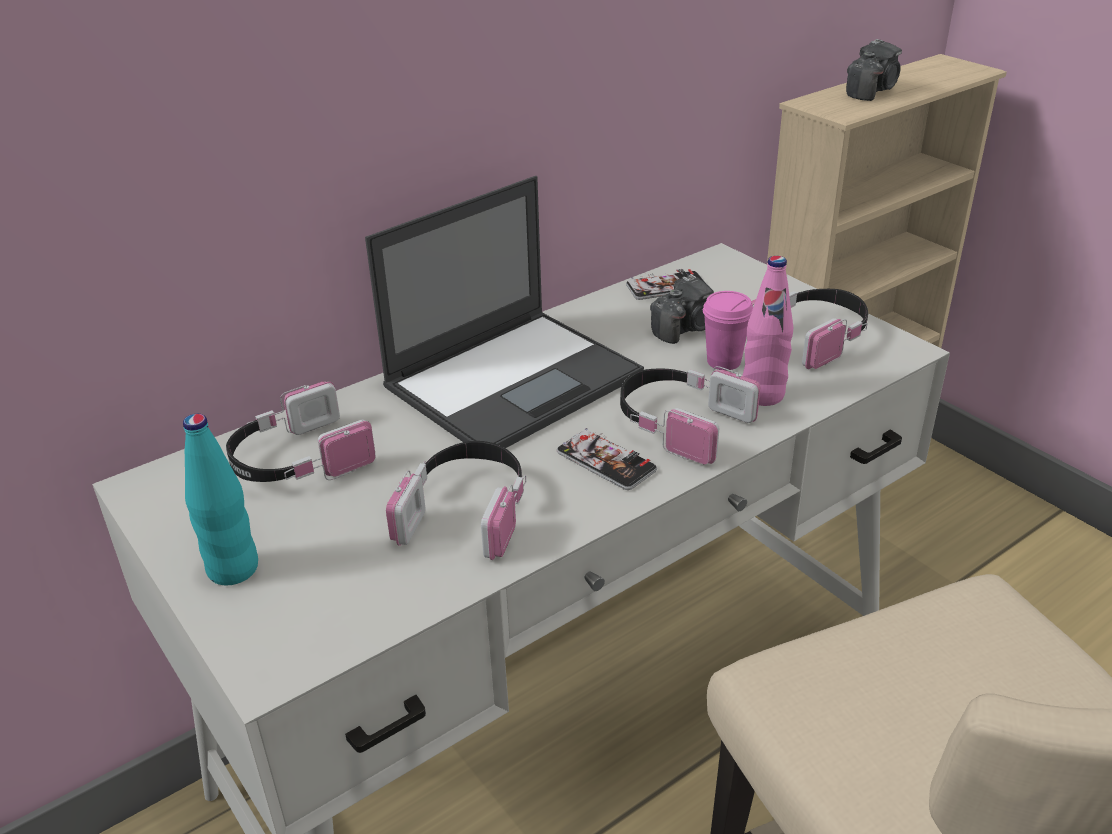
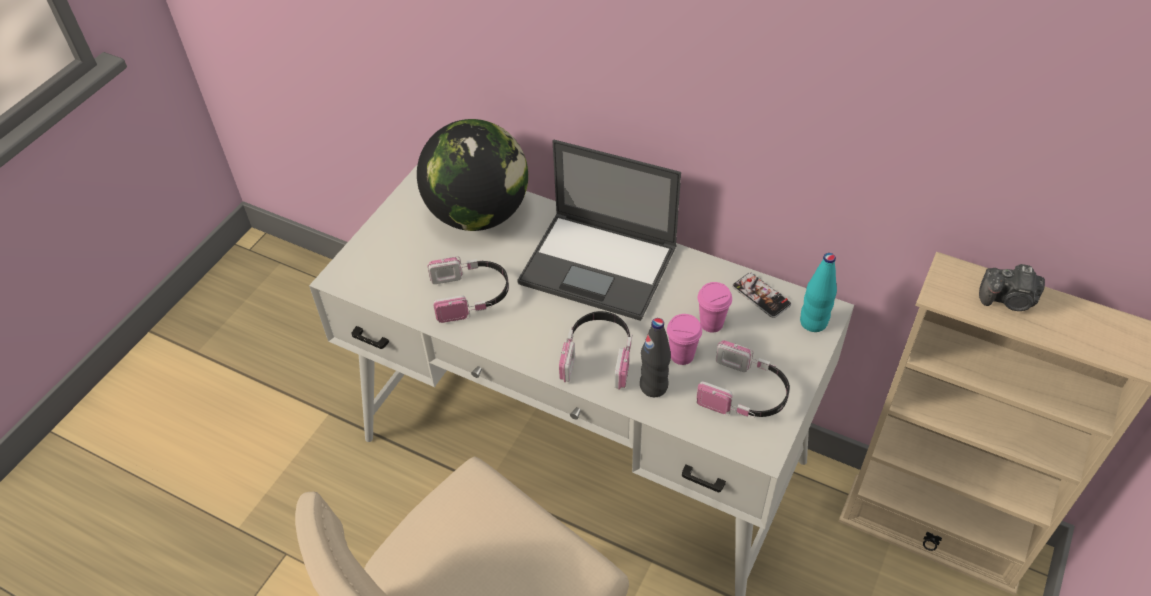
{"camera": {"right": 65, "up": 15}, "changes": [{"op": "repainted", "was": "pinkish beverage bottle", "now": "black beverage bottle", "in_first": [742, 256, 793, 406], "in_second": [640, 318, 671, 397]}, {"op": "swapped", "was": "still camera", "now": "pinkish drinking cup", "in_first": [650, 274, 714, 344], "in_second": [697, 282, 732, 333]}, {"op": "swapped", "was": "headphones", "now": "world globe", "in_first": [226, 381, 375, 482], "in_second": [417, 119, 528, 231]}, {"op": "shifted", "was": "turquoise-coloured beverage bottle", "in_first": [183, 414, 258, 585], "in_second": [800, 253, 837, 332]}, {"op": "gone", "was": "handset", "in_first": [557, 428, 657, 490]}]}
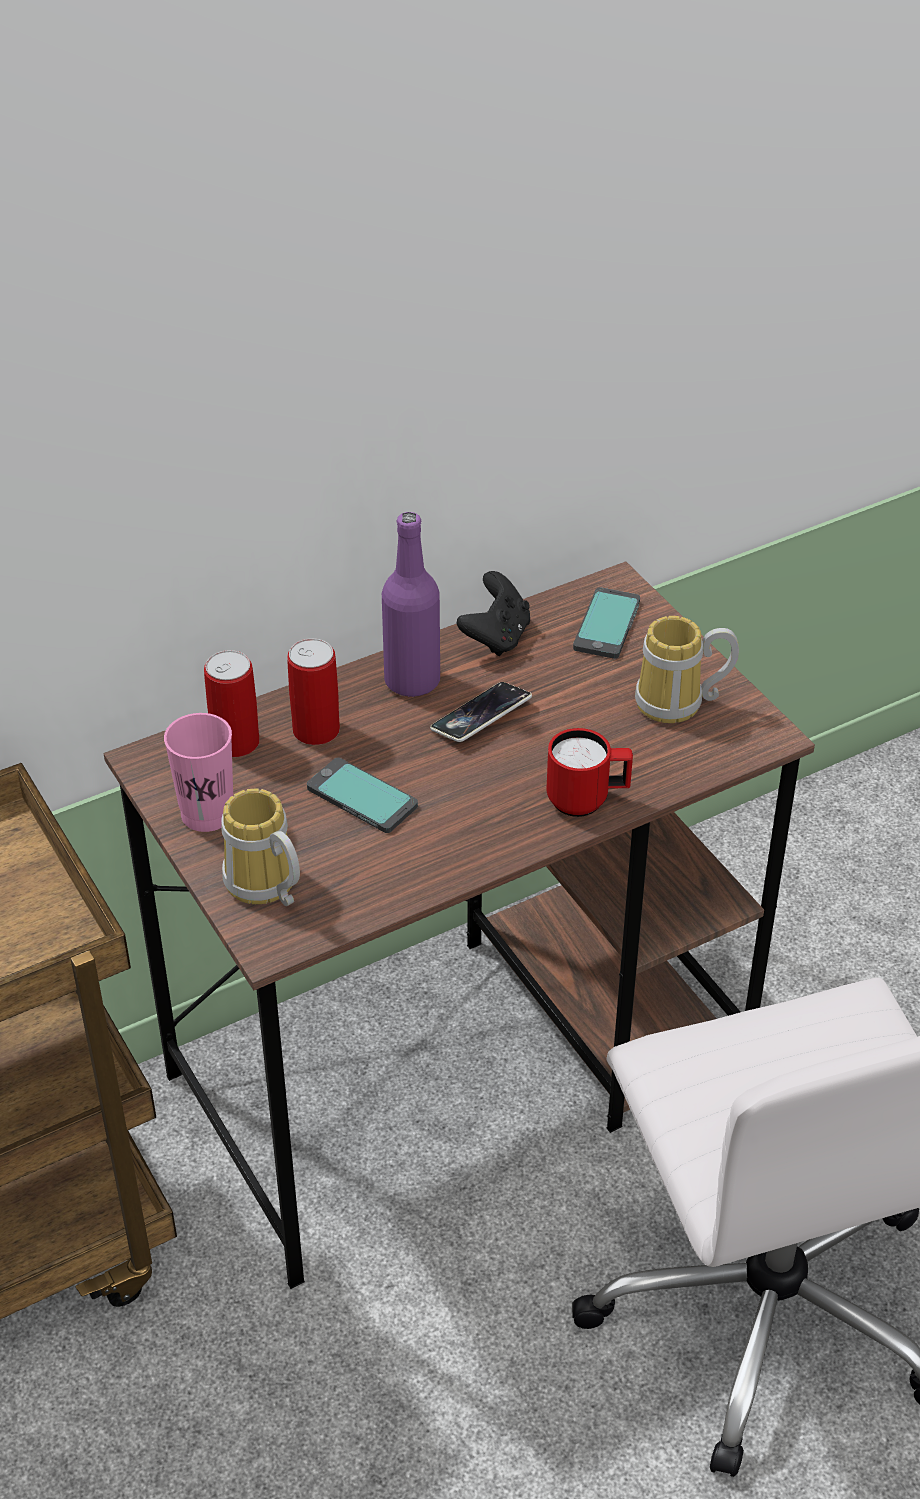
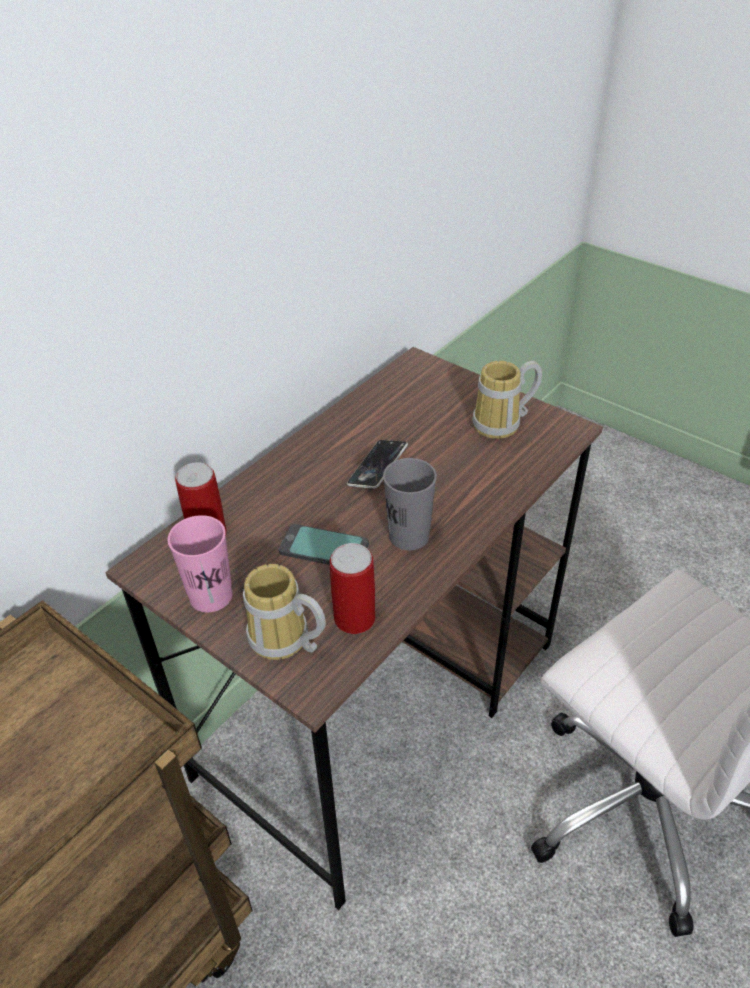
{"camera": {"right": -20, "up": 0}, "changes": [{"op": "gone", "was": "purplish beverage bottle", "in_first": [382, 512, 440, 697]}, {"op": "gone", "was": "black gamepad", "in_first": [457, 571, 530, 656]}, {"op": "gone", "was": "handset", "in_first": [573, 587, 640, 659]}, {"op": "shifted", "was": "can", "in_first": [287, 638, 340, 745], "in_second": [330, 543, 375, 634]}, {"op": "gone", "was": "reddish tea mug", "in_first": [546, 728, 633, 817]}, {"op": "new", "now": "gray drinking cup", "in_second": [383, 458, 437, 550]}]}
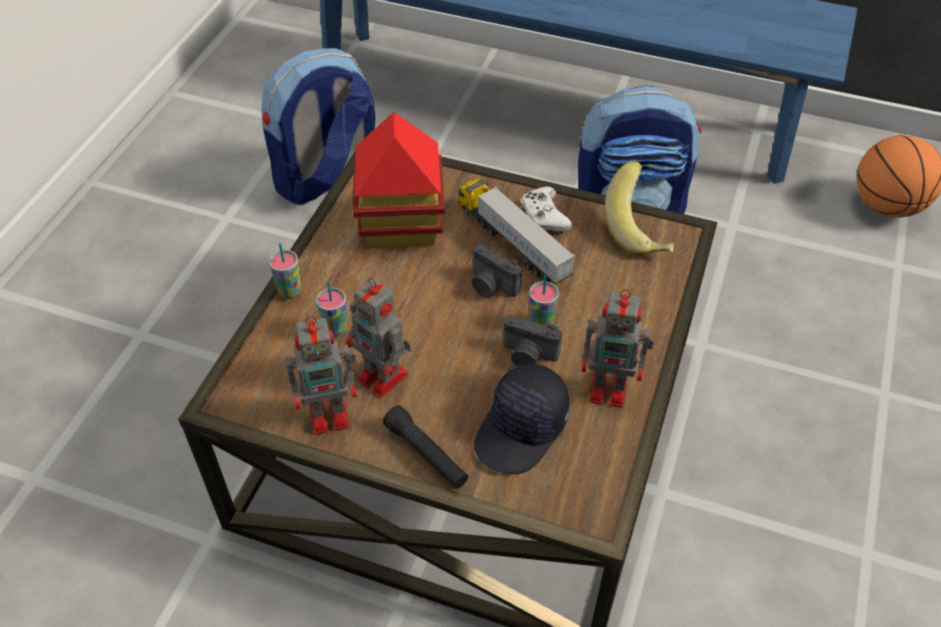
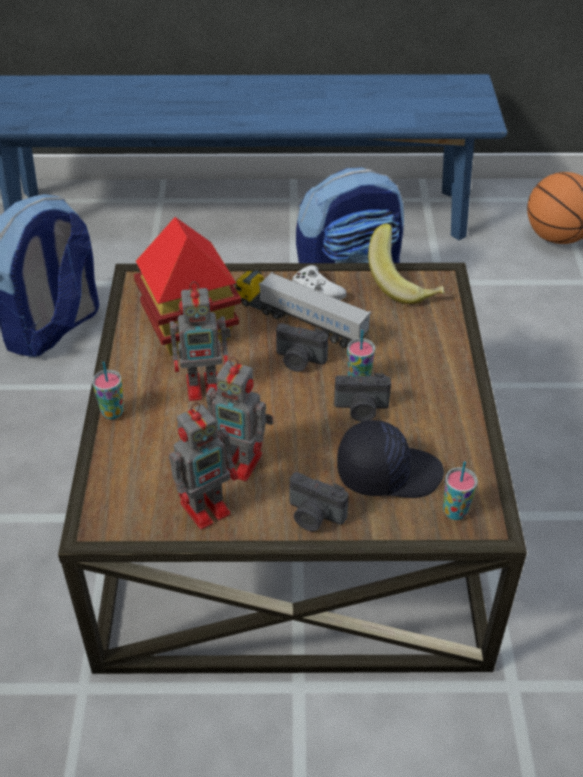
{"camera": {"right": -20, "up": -5}, "changes": [{"op": "shifted", "was": "drinking cup", "in_first": [316, 282, 348, 337], "in_second": [443, 461, 478, 520]}, {"op": "shifted", "was": "robot figure", "in_first": [581, 290, 654, 408], "in_second": [169, 281, 231, 401]}, {"op": "rotated", "was": "black peaked cap", "in_first": [474, 363, 569, 474], "in_second": [337, 420, 444, 498], "clockwise": -105}, {"op": "swapped", "was": "black hand torch", "now": "still camera", "in_first": [383, 405, 468, 489], "in_second": [290, 472, 348, 532]}]}
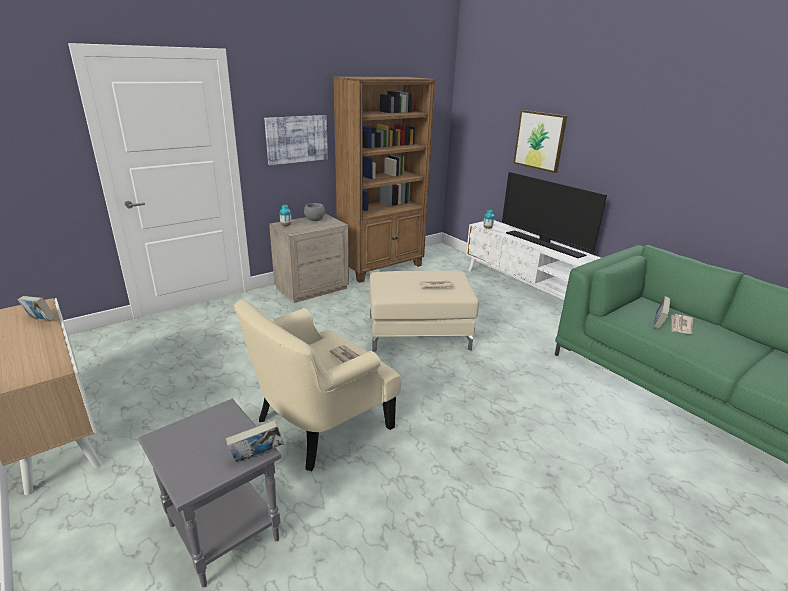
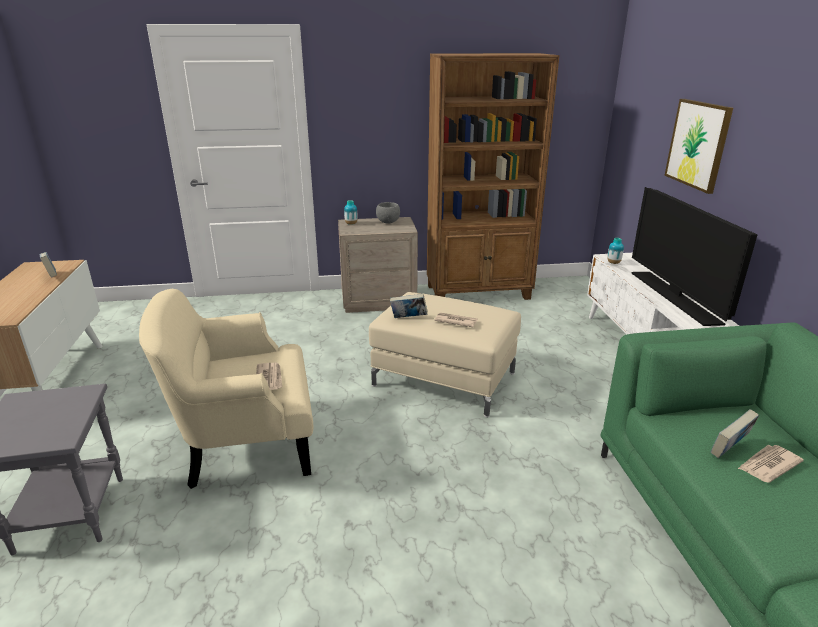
{"camera": {"right": 30, "up": 0}, "changes": [{"op": "gone", "was": "wall art", "in_first": [264, 115, 328, 165]}, {"op": "shifted", "was": "volume", "in_first": [226, 420, 284, 463], "in_second": [390, 294, 428, 318]}]}
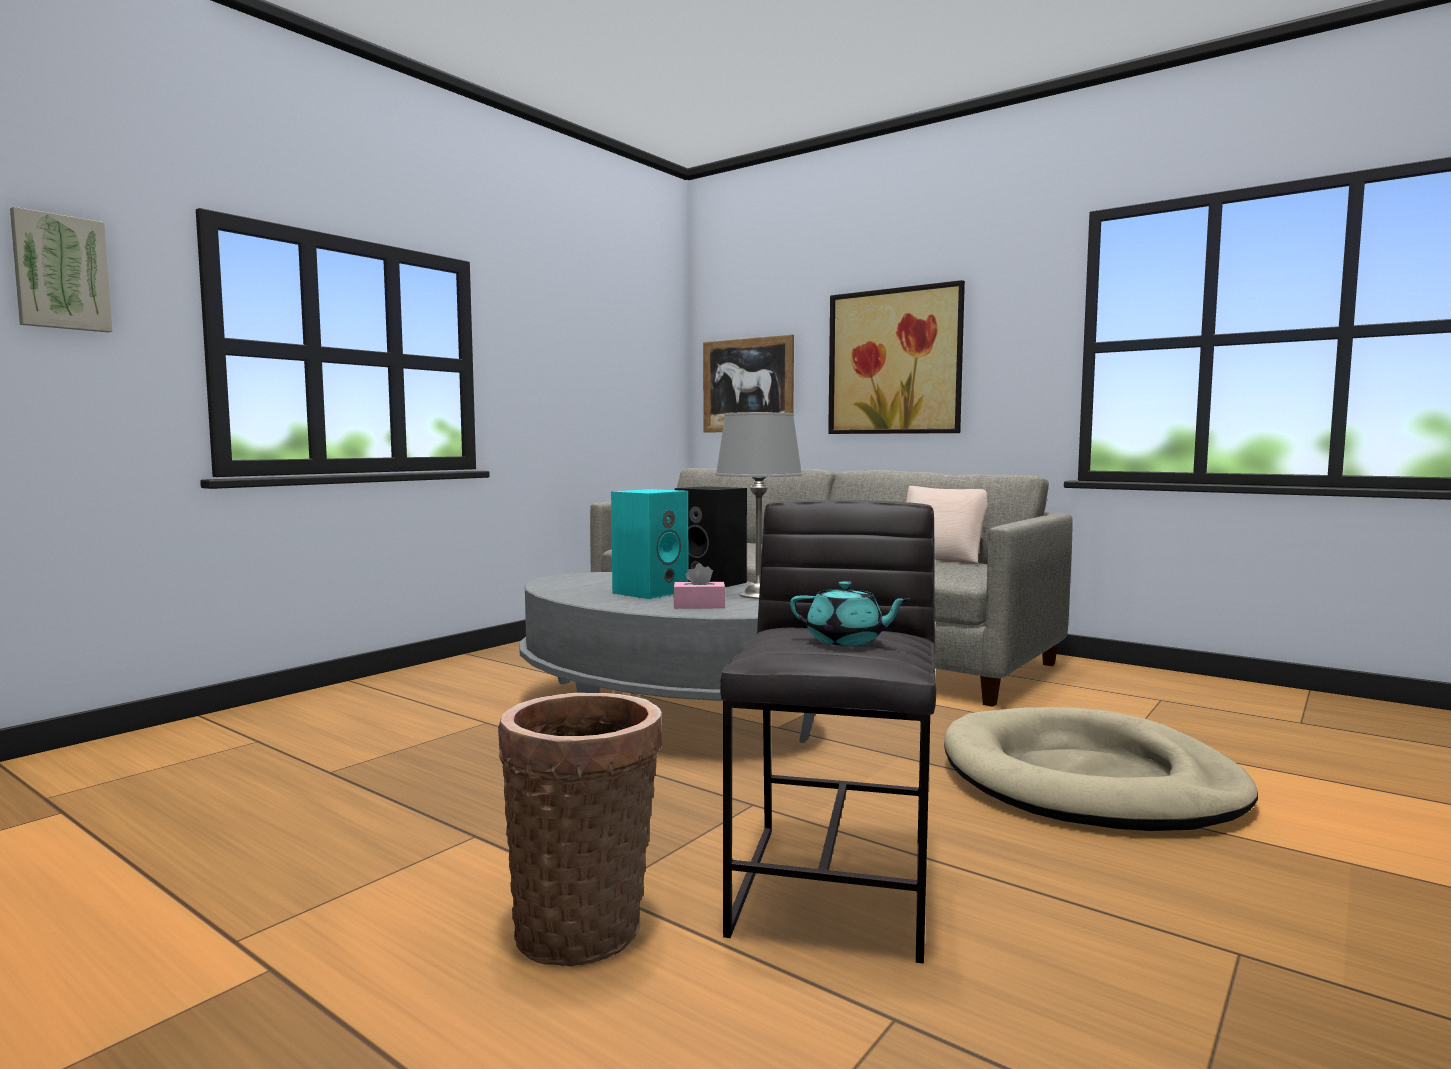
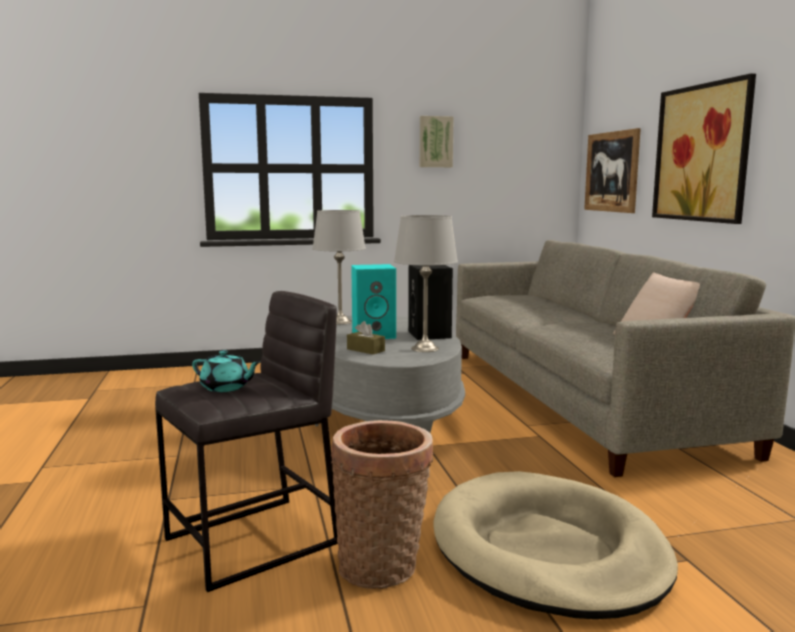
{"camera": {"right": 40, "up": 5}, "changes": [{"op": "shifted", "was": "wall art", "in_first": [10, 207, 113, 332], "in_second": [420, 116, 454, 167]}, {"op": "repainted", "was": "pinkish tissue box", "now": "brownish tissue box", "in_first": [673, 563, 726, 609], "in_second": [347, 321, 385, 354]}, {"op": "rotated", "was": "turquoise-coloured teapot", "in_first": [790, 581, 911, 646], "in_second": [192, 350, 261, 392], "clockwise": -45}, {"op": "shifted", "was": "basket", "in_first": [498, 693, 663, 966], "in_second": [331, 420, 433, 589]}, {"op": "new", "now": "gray lamp for a table", "in_second": [312, 210, 366, 325]}]}
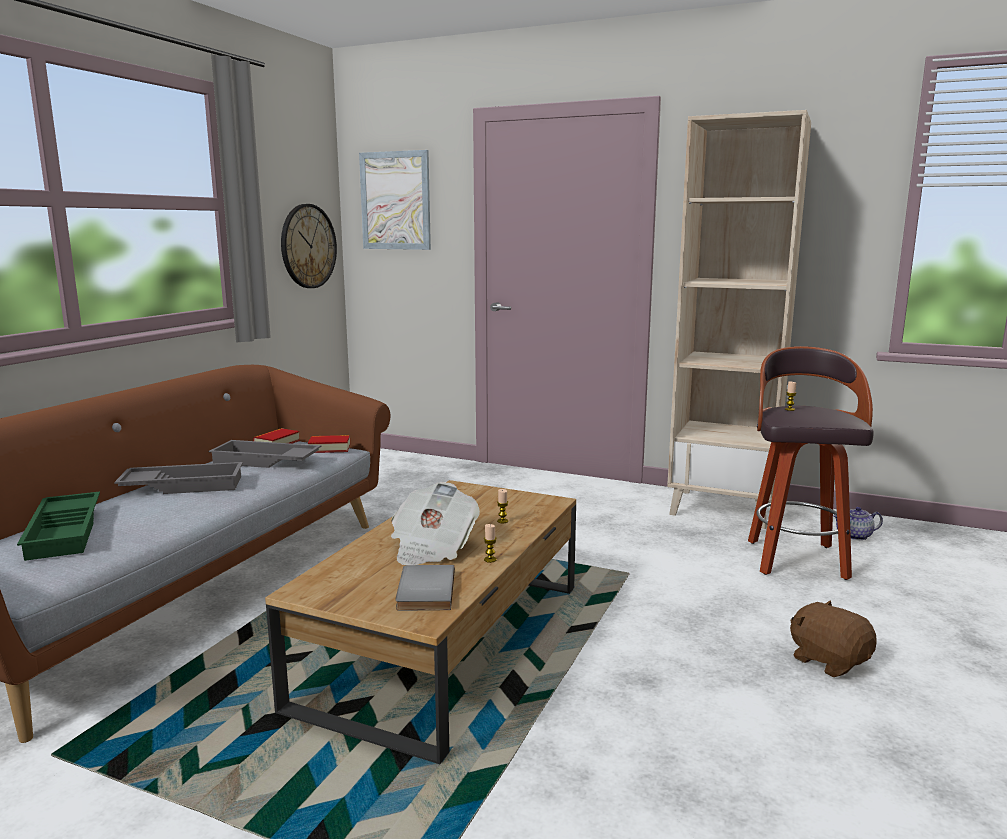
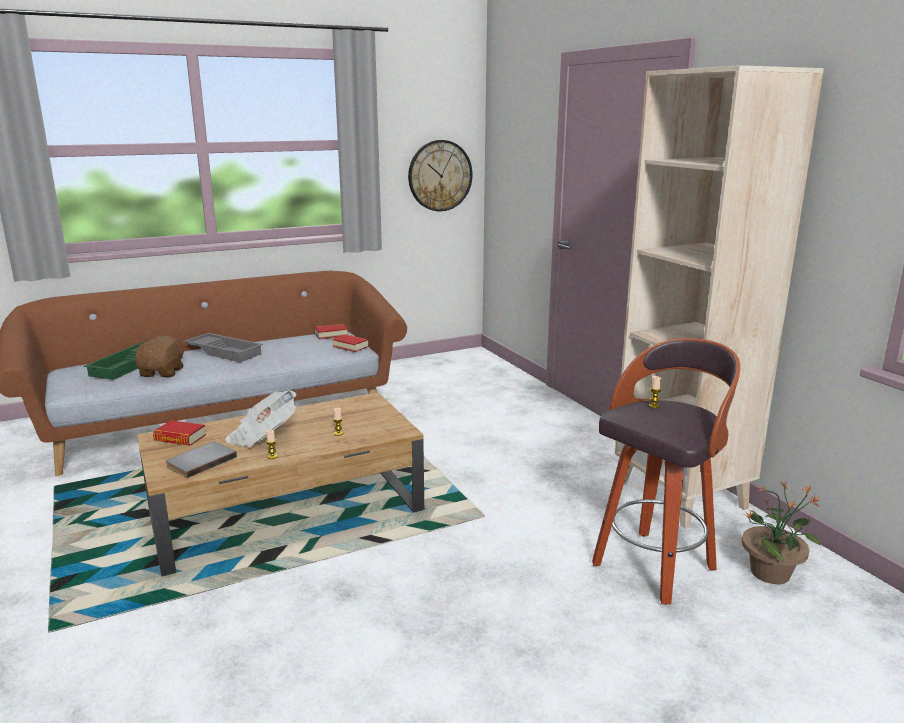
{"camera": {"right": 40, "up": 5}, "changes": [{"op": "gone", "was": "wall art", "in_first": [359, 150, 431, 250]}, {"op": "gone", "was": "gray carrying tray", "in_first": [208, 440, 321, 468]}, {"op": "swapped", "was": "teapot", "now": "houseplant", "in_first": [833, 507, 883, 540], "in_second": [742, 481, 820, 584]}, {"op": "shifted", "was": "brownish soft toy", "in_first": [790, 600, 877, 677], "in_second": [135, 336, 185, 377]}, {"op": "new", "now": "volume", "in_second": [153, 420, 206, 446]}]}
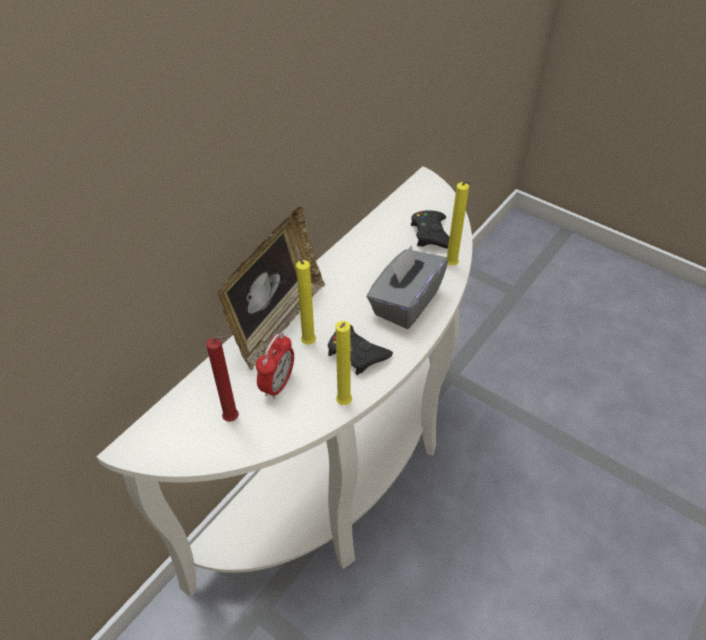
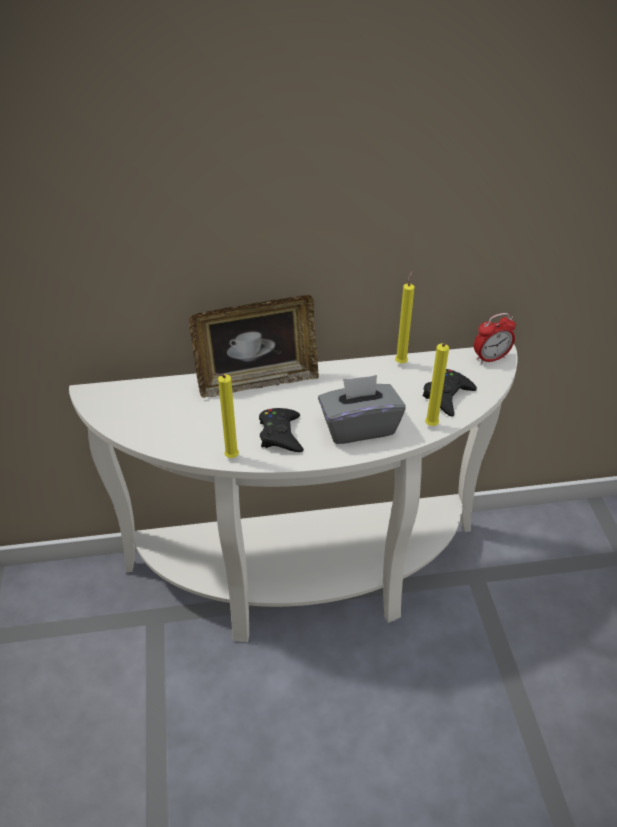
{"camera": {"right": 45, "up": -5}, "changes": [{"op": "shifted", "was": "yellow-coloured candle", "in_first": [296, 246, 316, 345], "in_second": [395, 271, 415, 364]}, {"op": "shifted", "was": "alarm clock", "in_first": [256, 333, 294, 399], "in_second": [474, 313, 516, 364]}, {"op": "gone", "was": "reddish candle", "in_first": [206, 336, 239, 422]}]}
